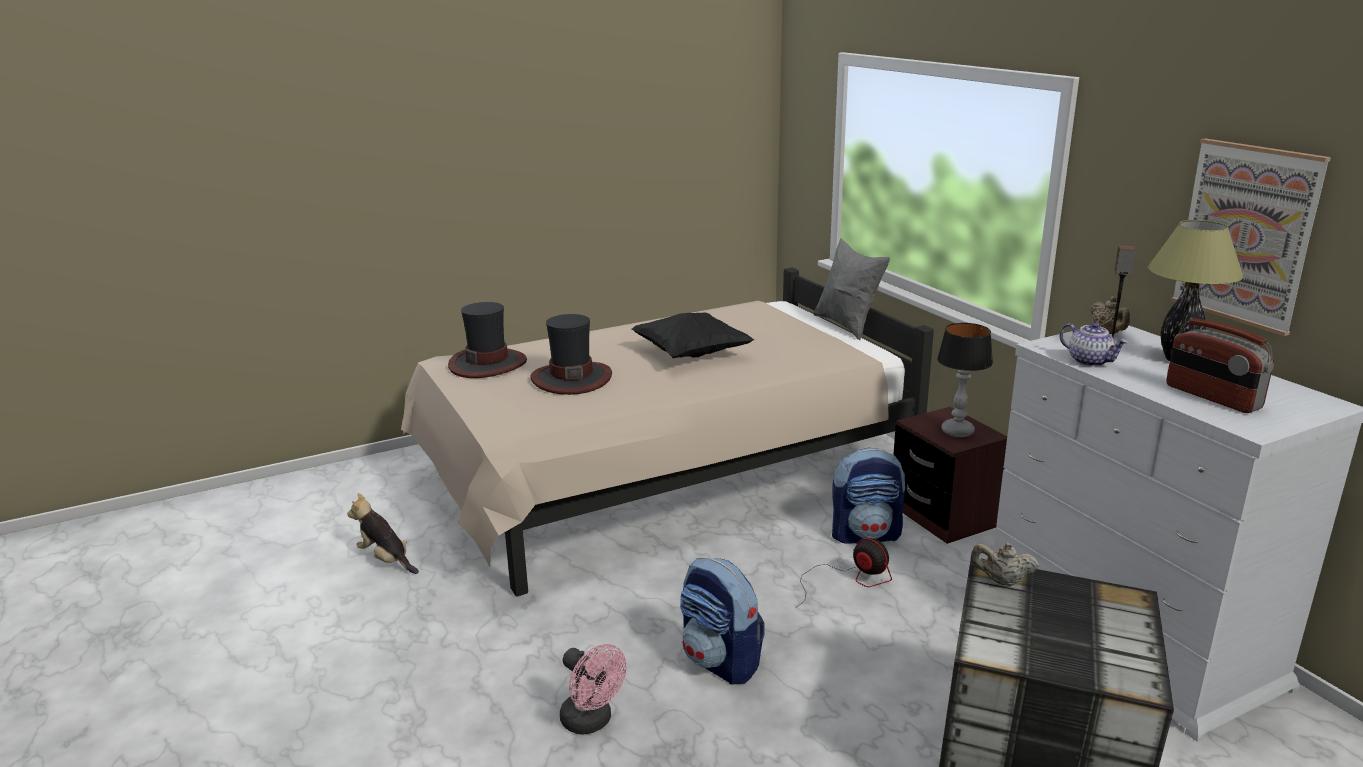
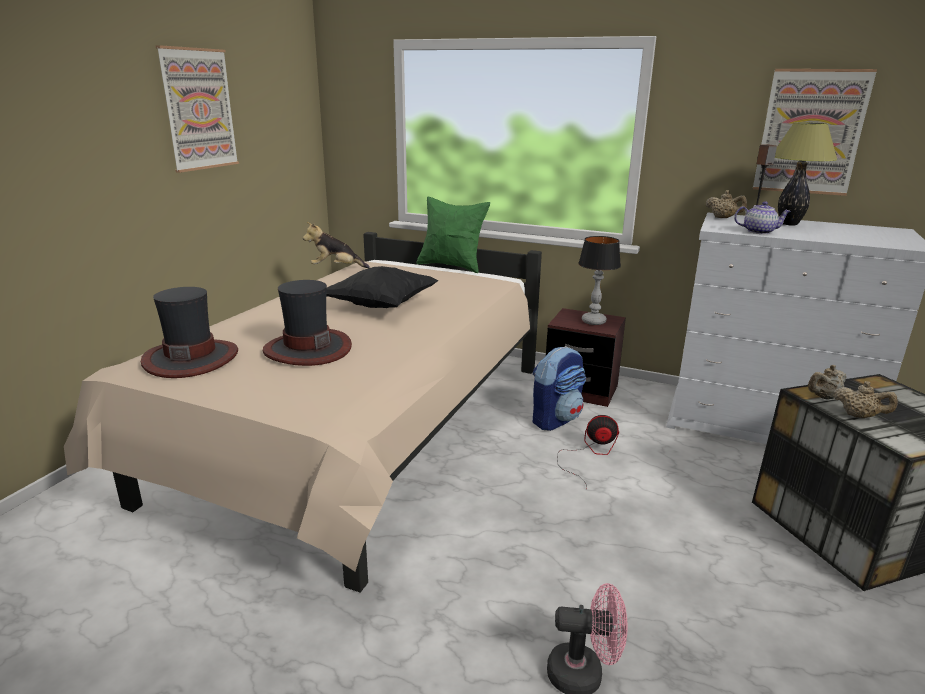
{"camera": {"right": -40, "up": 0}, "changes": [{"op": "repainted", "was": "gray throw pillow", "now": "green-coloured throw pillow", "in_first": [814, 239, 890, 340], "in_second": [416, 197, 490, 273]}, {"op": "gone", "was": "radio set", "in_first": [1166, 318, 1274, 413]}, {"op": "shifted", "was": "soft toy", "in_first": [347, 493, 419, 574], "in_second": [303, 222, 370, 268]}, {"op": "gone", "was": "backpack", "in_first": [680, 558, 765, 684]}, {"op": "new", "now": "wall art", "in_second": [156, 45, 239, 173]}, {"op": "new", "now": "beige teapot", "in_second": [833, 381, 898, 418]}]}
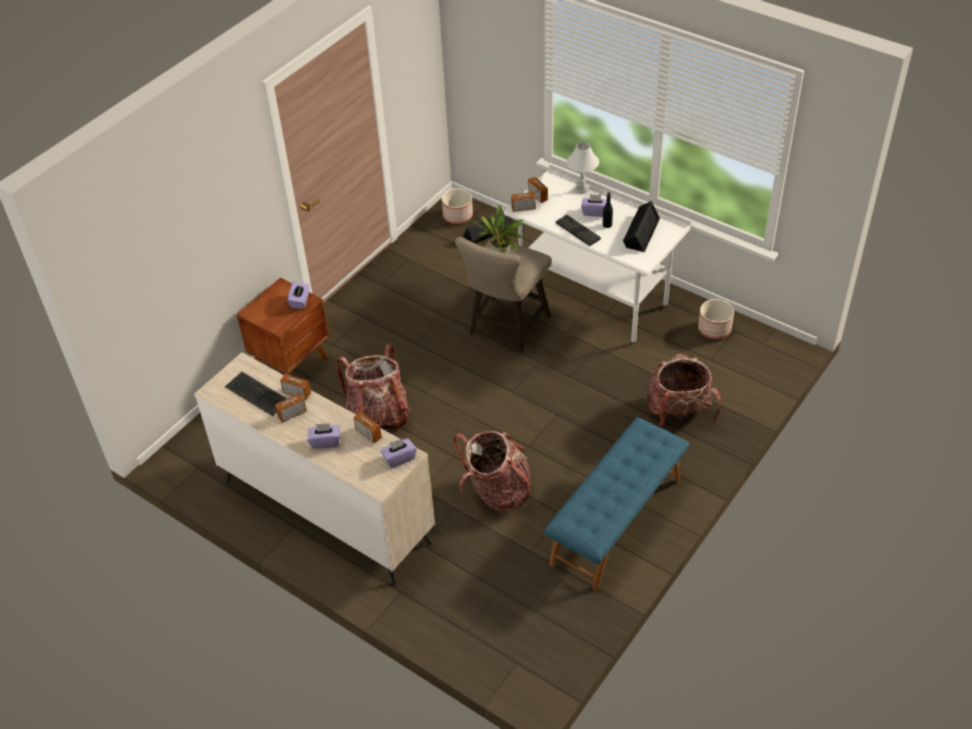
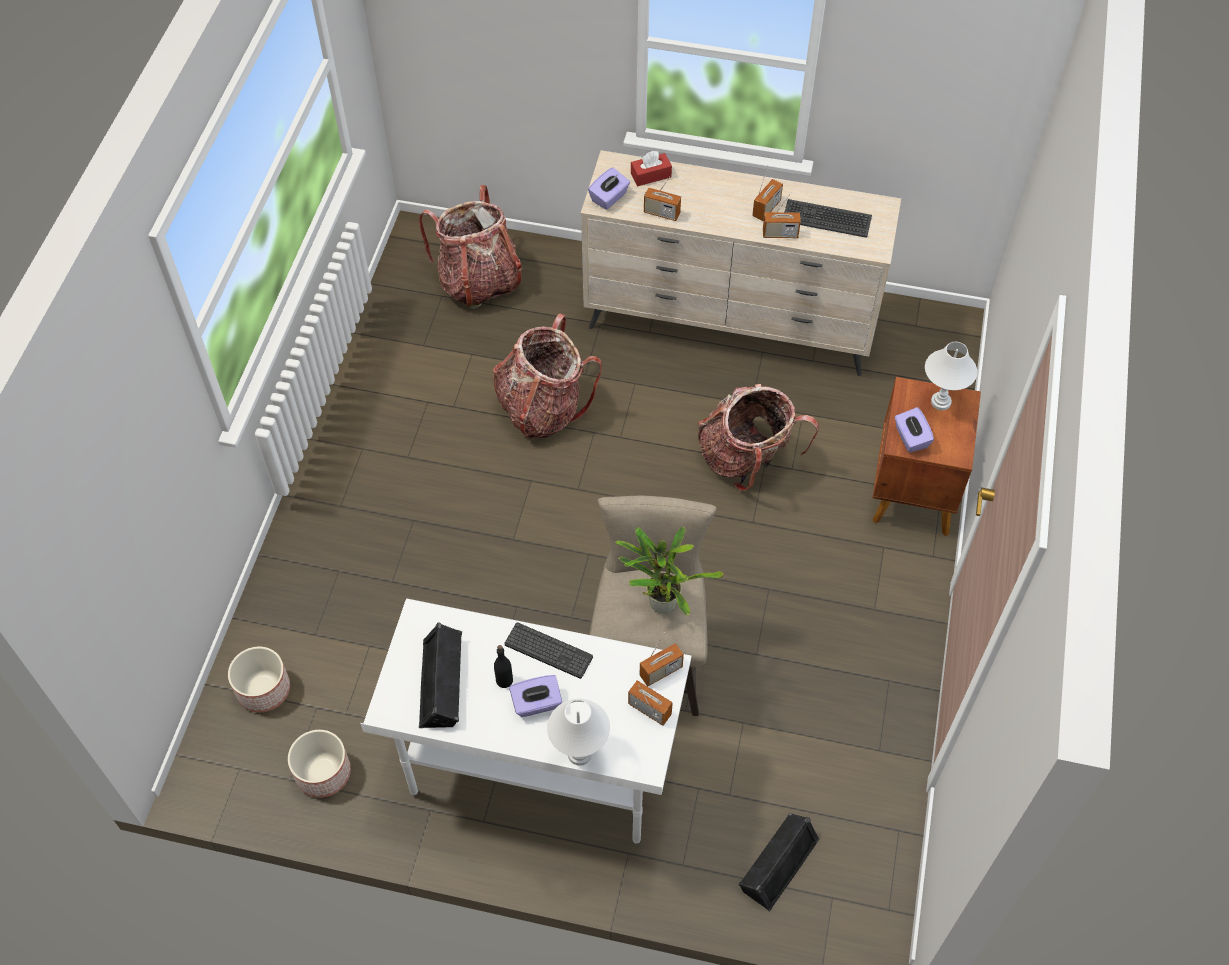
{"camera": {"right": 155, "up": 10}, "changes": [{"op": "shifted", "was": "planter", "in_first": [442, 188, 473, 224], "in_second": [228, 647, 290, 712]}, {"op": "shifted", "was": "backpack", "in_first": [647, 354, 722, 427], "in_second": [419, 185, 523, 309]}, {"op": "gone", "was": "bluish bench", "in_first": [544, 417, 689, 591]}, {"op": "gone", "was": "purplish tissue box", "in_first": [308, 423, 340, 449]}, {"op": "new", "now": "reddish tissue box", "in_second": [631, 151, 672, 186]}, {"op": "new", "now": "whitish lamp for a table", "in_second": [925, 342, 977, 410]}]}
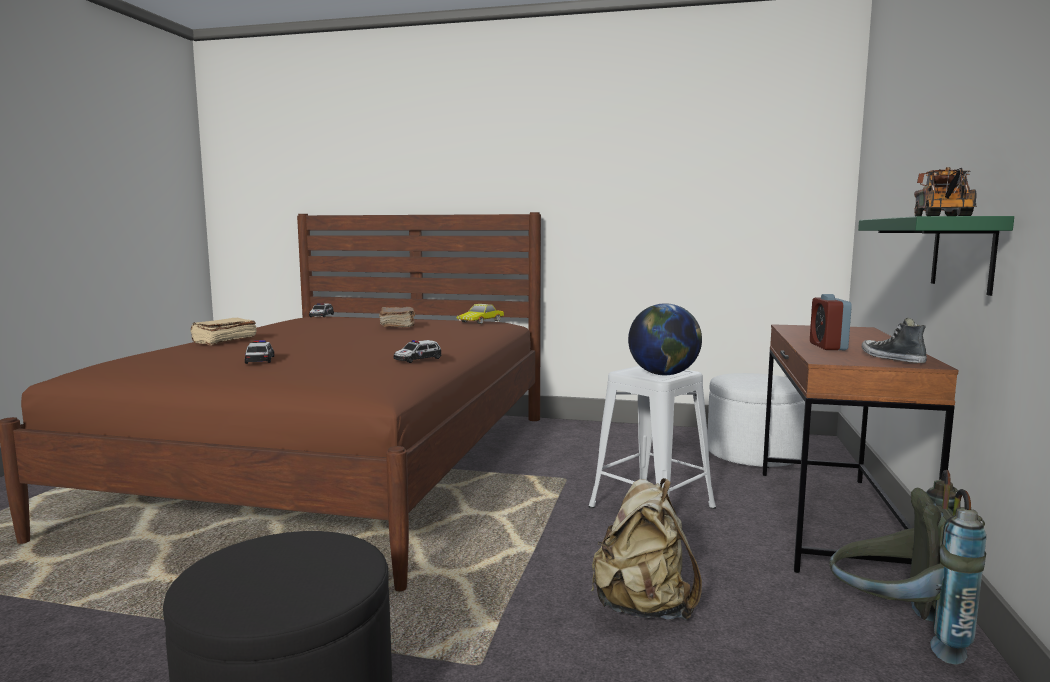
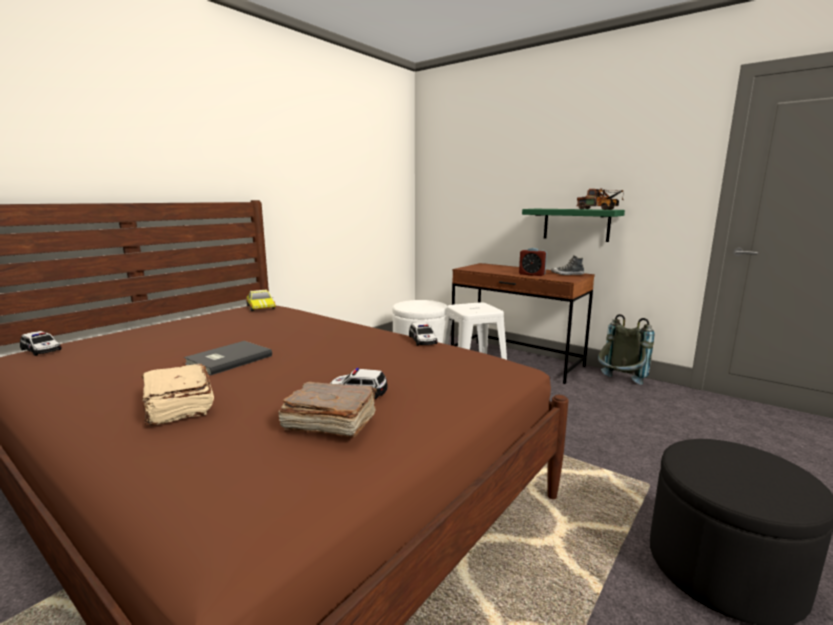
{"camera": {"right": -65, "up": 5}, "changes": [{"op": "gone", "was": "world globe", "in_first": [628, 303, 702, 375]}, {"op": "shifted", "was": "brownish volume", "in_first": [379, 307, 416, 327], "in_second": [279, 381, 377, 437]}, {"op": "gone", "was": "beige backpack", "in_first": [591, 478, 702, 620]}, {"op": "new", "now": "gray volume", "in_second": [184, 341, 272, 375]}]}
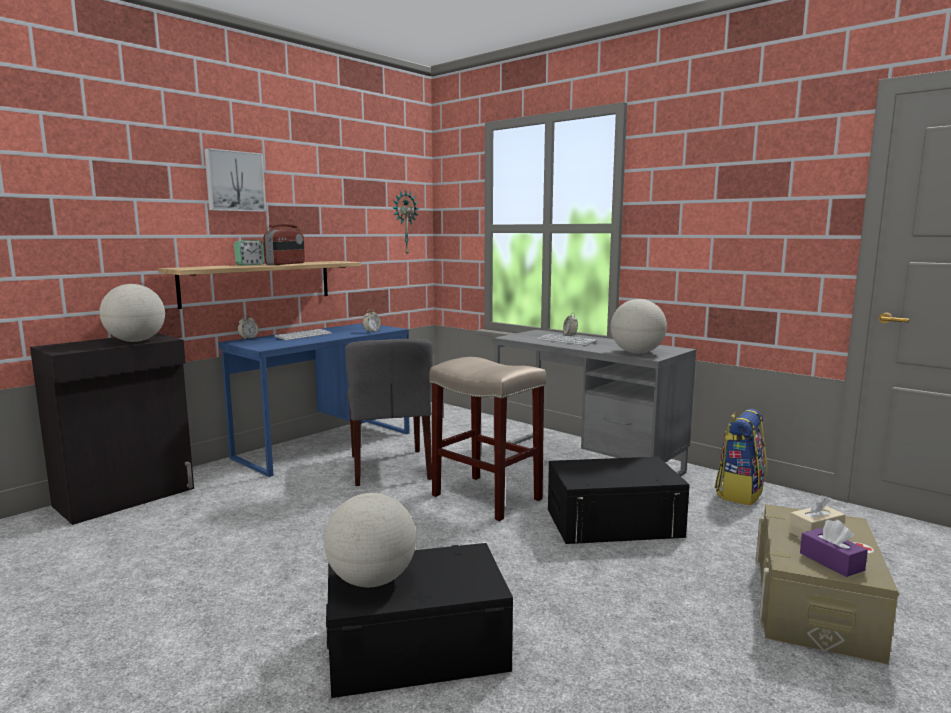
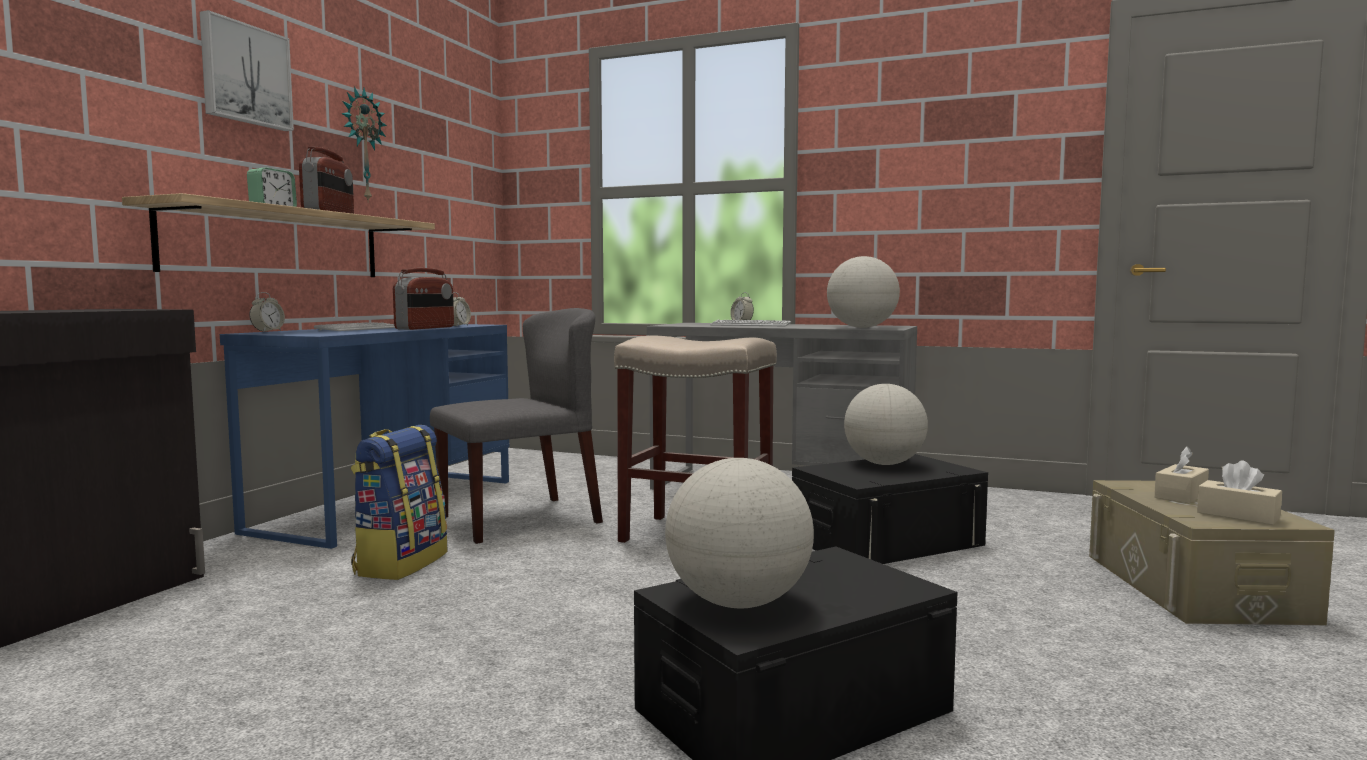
{"camera": {"right": -20, "up": -5}, "changes": [{"op": "shifted", "was": "wall clock", "in_first": [393, 190, 419, 254], "in_second": [341, 86, 387, 203]}, {"op": "shifted", "was": "world globe", "in_first": [100, 284, 165, 342], "in_second": [844, 384, 928, 465]}, {"op": "rotated", "was": "gray chair", "in_first": [345, 339, 433, 486], "in_second": [430, 308, 603, 544], "clockwise": -90}, {"op": "shifted", "was": "backpack", "in_first": [715, 409, 767, 505], "in_second": [351, 425, 448, 580]}, {"op": "repainted", "was": "purplish tissue box", "now": "beige tissue box", "in_first": [800, 520, 868, 577], "in_second": [1197, 460, 1282, 525]}, {"op": "new", "now": "radio set", "in_second": [393, 268, 454, 330]}]}
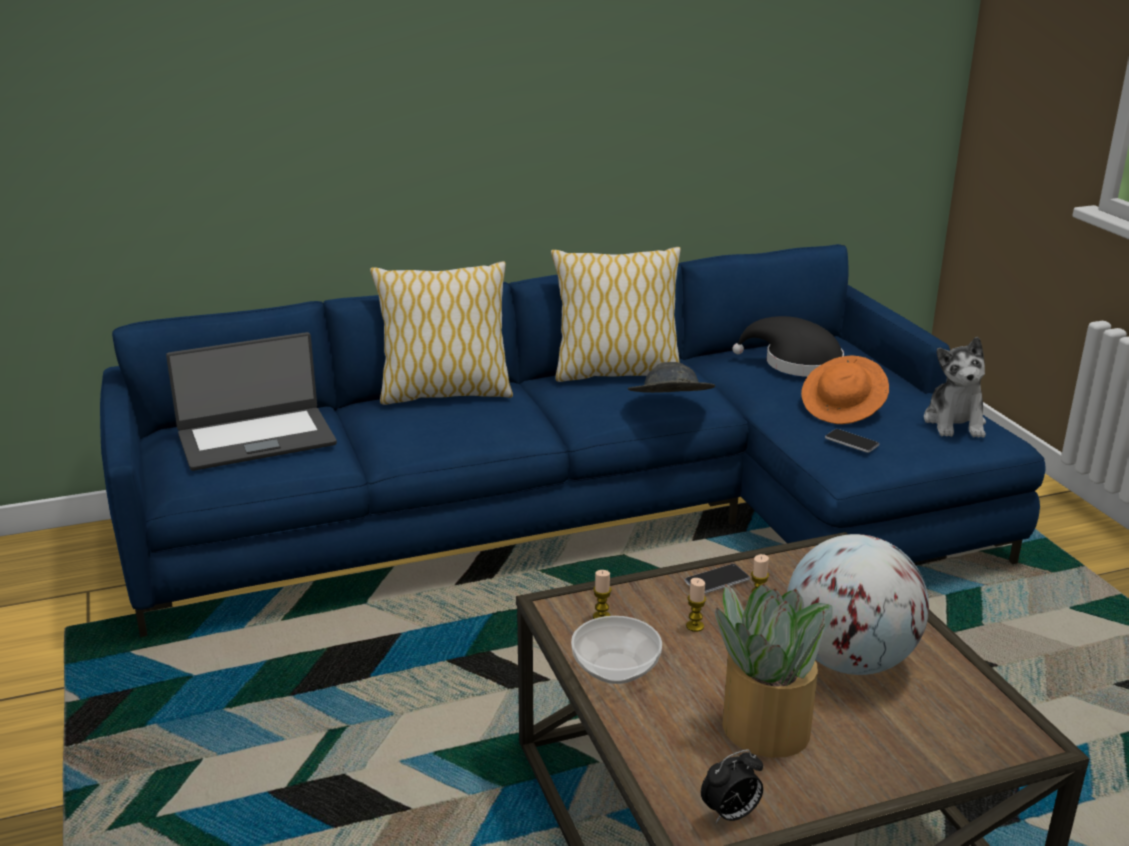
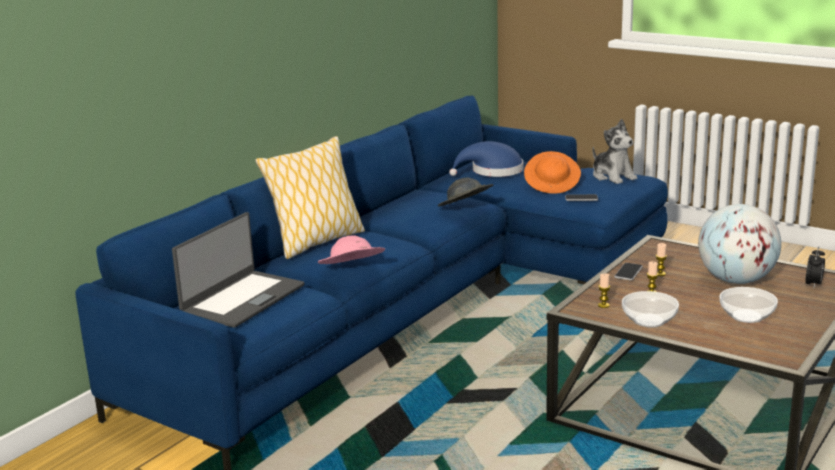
{"camera": {"right": -35, "up": -5}, "changes": [{"op": "gone", "was": "throw pillow", "in_first": [551, 247, 681, 382]}, {"op": "repainted", "was": "black wearable hat", "now": "bluish wearable hat", "in_first": [733, 316, 844, 377], "in_second": [449, 141, 523, 177]}, {"op": "swapped", "was": "houseplant", "now": "bowl", "in_first": [715, 583, 833, 758], "in_second": [719, 287, 778, 323]}, {"op": "shifted", "was": "alarm clock", "in_first": [701, 750, 763, 823], "in_second": [805, 247, 825, 288]}, {"op": "new", "now": "pinkish wearable hat", "in_second": [318, 235, 385, 264]}]}
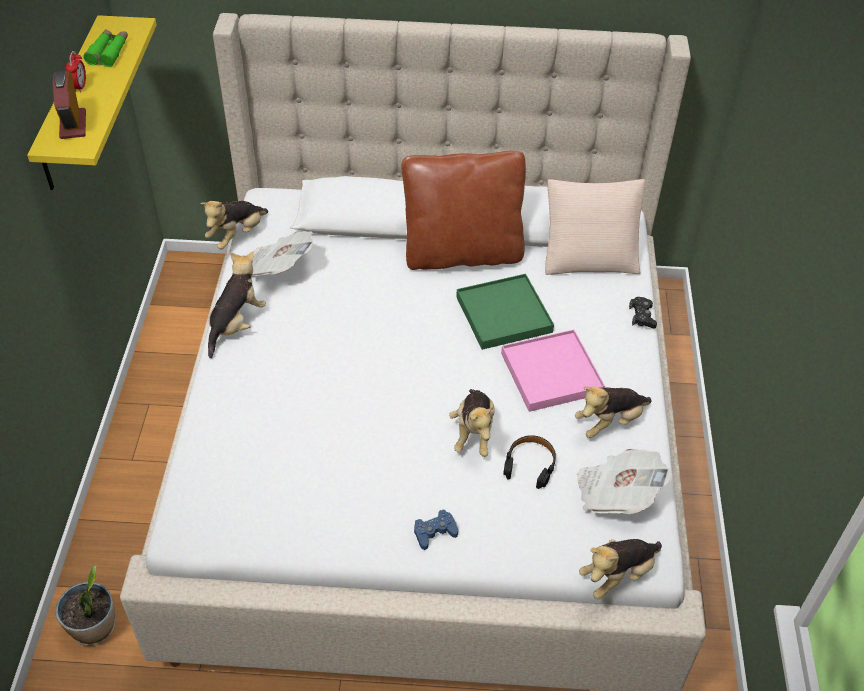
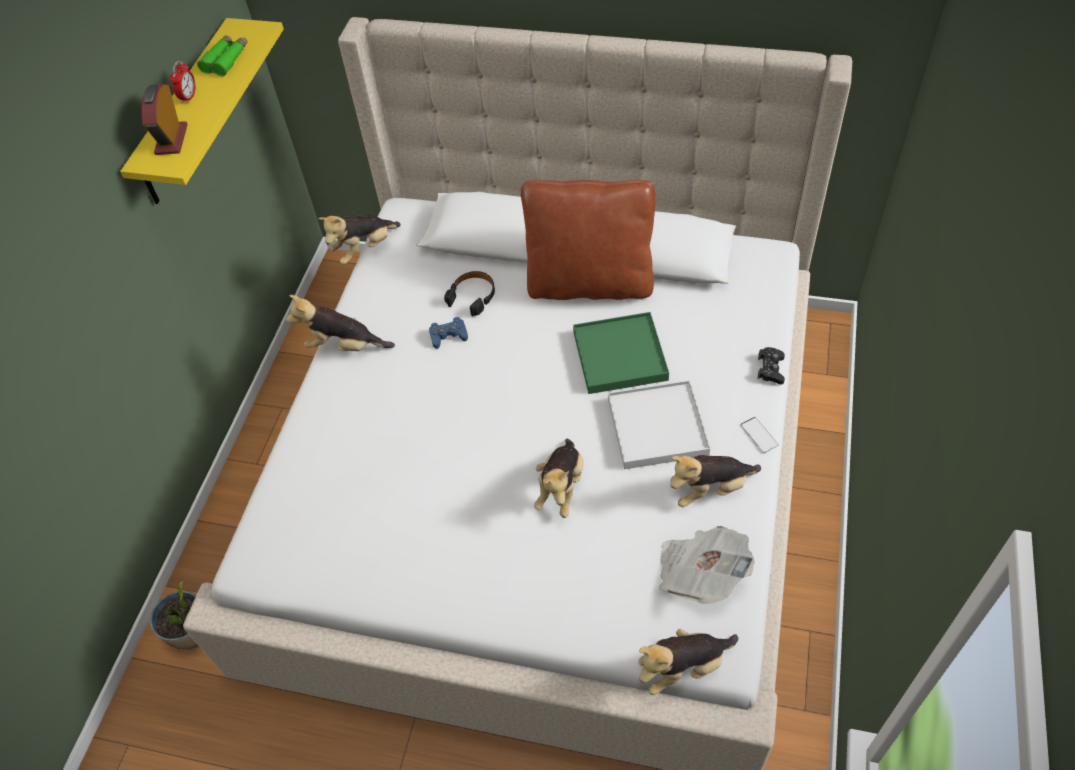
{"camera": {"right": 15, "up": 5}, "changes": [{"op": "gone", "was": "beige throw pillow", "in_first": [545, 179, 645, 275]}, {"op": "gone", "was": "newspaper", "in_first": [252, 231, 313, 276]}, {"op": "rotated", "was": "soft toy", "in_first": [208, 251, 266, 358], "in_second": [286, 295, 395, 351], "clockwise": -120}, {"op": "repainted", "was": "pinkish carrying tray", "now": "whitish carrying tray", "in_first": [501, 329, 605, 412], "in_second": [608, 380, 710, 469]}, {"op": "shifted", "was": "black headphones", "in_first": [503, 435, 556, 489], "in_second": [444, 271, 495, 316]}, {"op": "shifted", "was": "bluish gamepad", "in_first": [414, 509, 458, 550], "in_second": [429, 317, 468, 349]}, {"op": "new", "now": "handset", "in_second": [741, 417, 779, 453]}]}
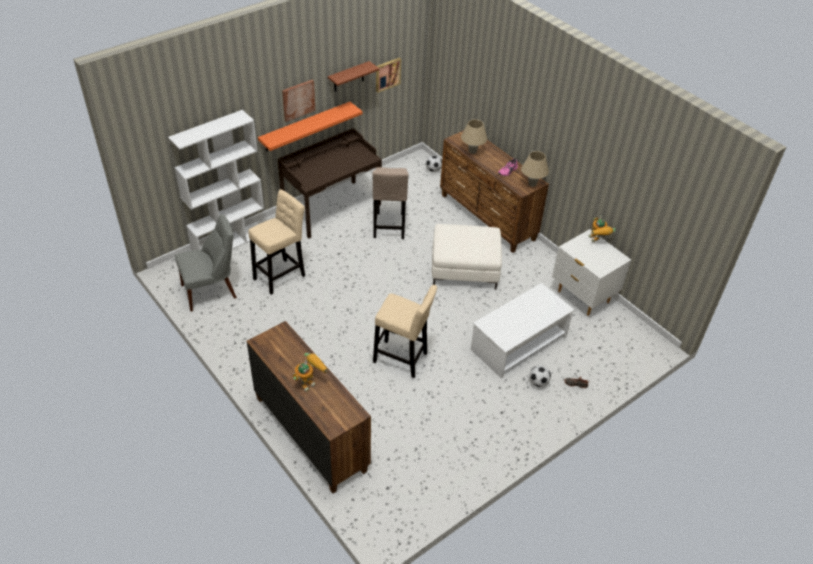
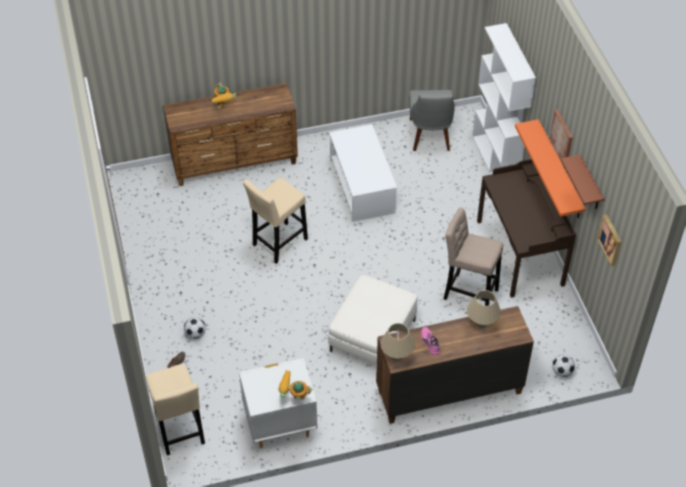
{"camera": {"right": 115, "up": 5}, "changes": [{"op": "shifted", "was": "beige stool", "in_first": [248, 189, 305, 295], "in_second": [146, 363, 205, 456]}, {"op": "shifted", "was": "whitish lounge table", "in_first": [471, 283, 574, 379], "in_second": [329, 124, 397, 222]}]}
